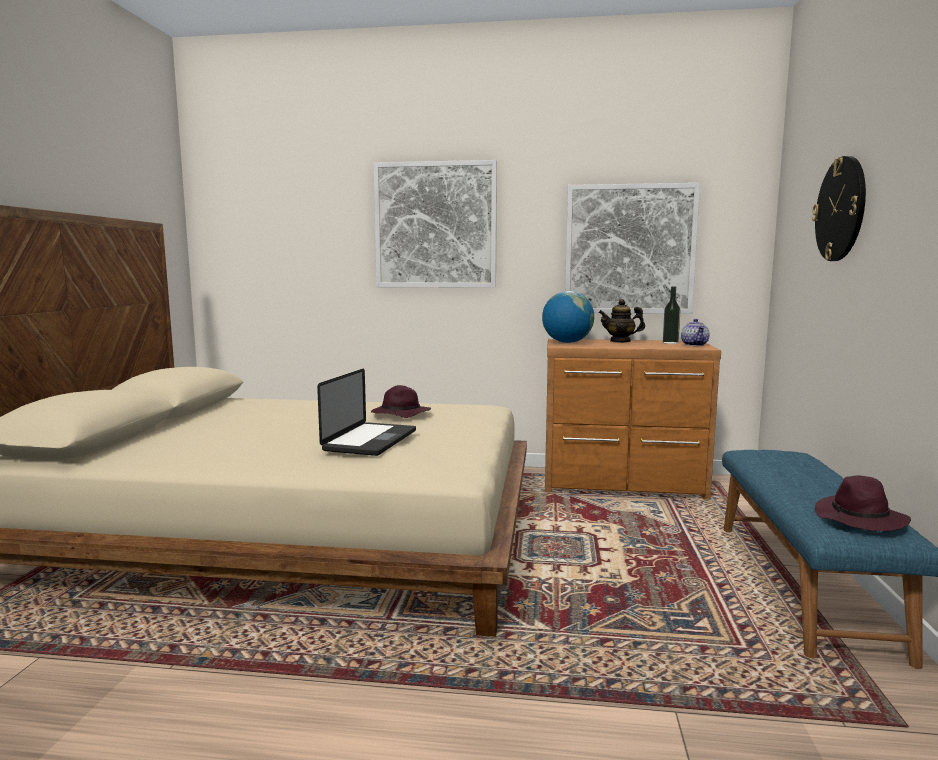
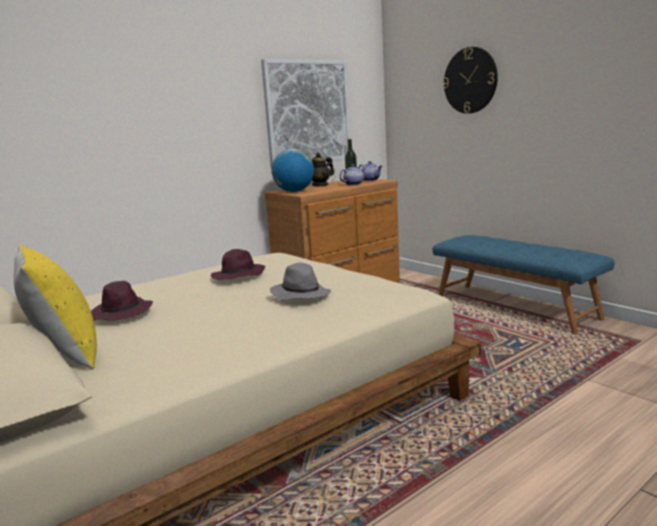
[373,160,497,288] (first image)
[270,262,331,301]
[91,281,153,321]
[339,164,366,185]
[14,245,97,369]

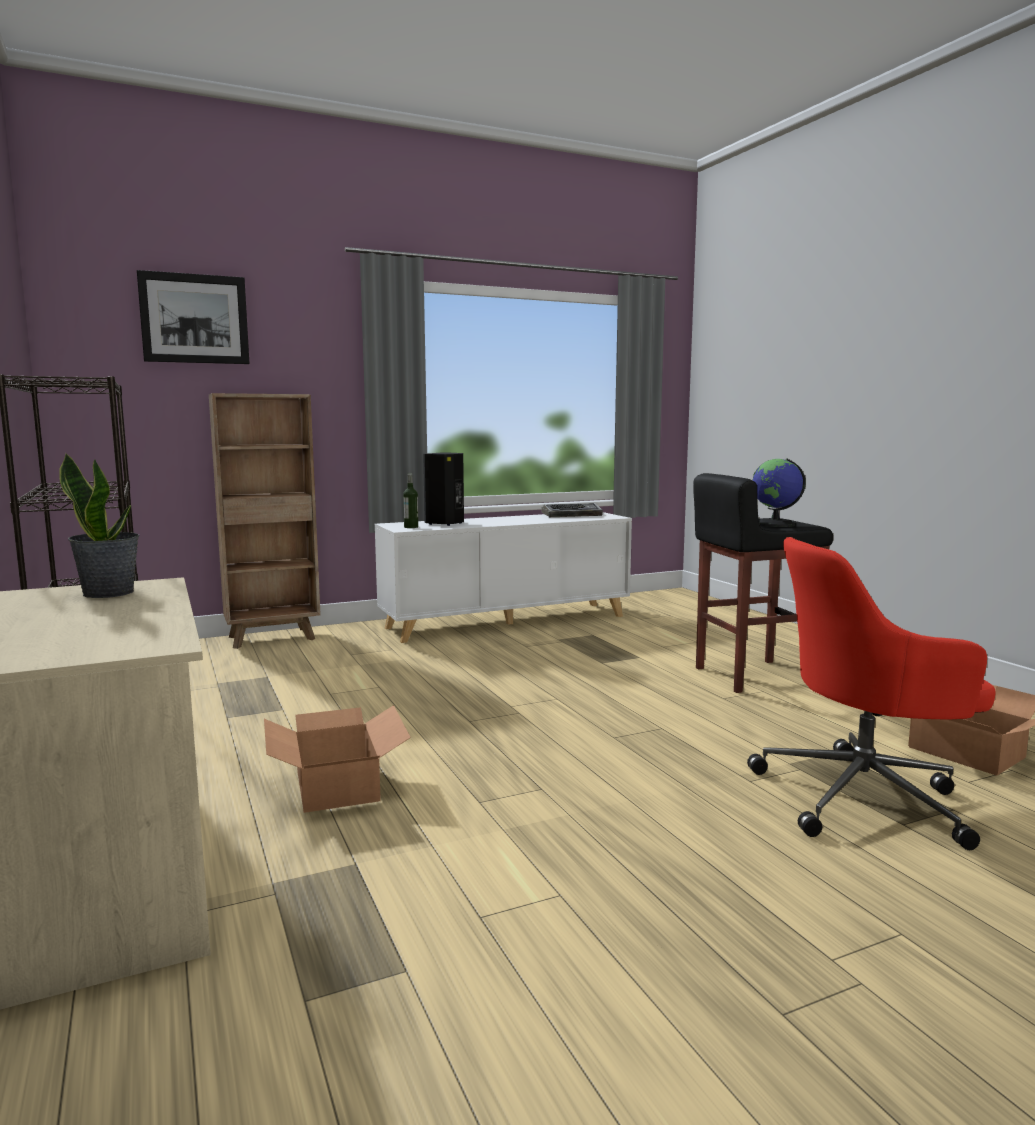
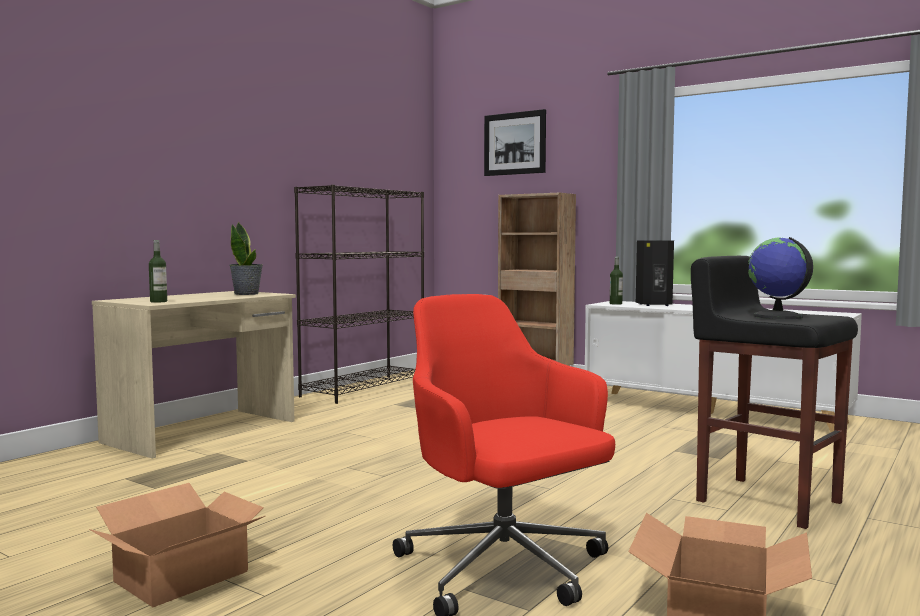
[541,503,603,517] (first image)
[89,483,265,607]
[149,240,167,303]

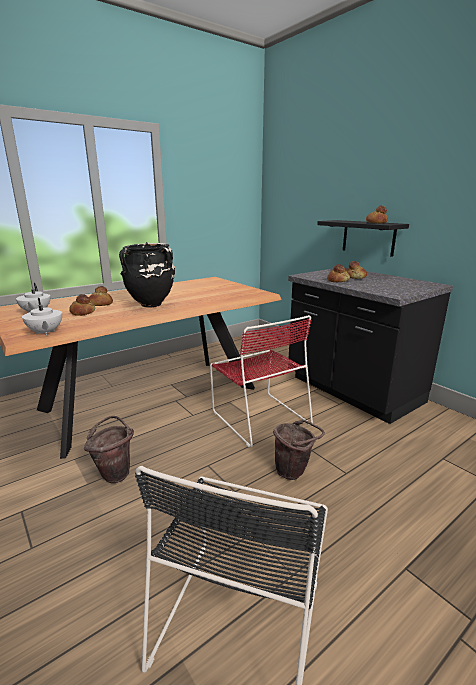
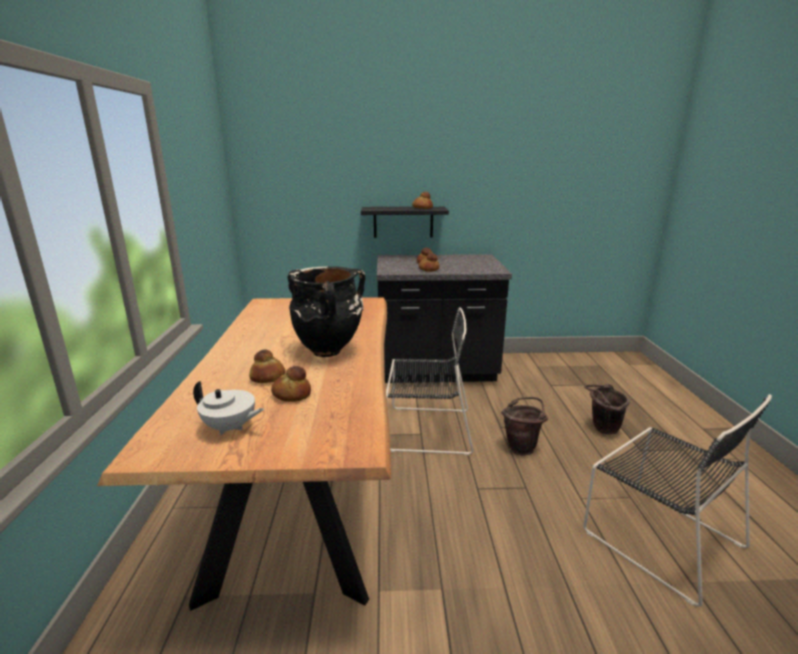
[22,298,62,335] (first image)
[386,307,474,455]
[584,384,630,435]

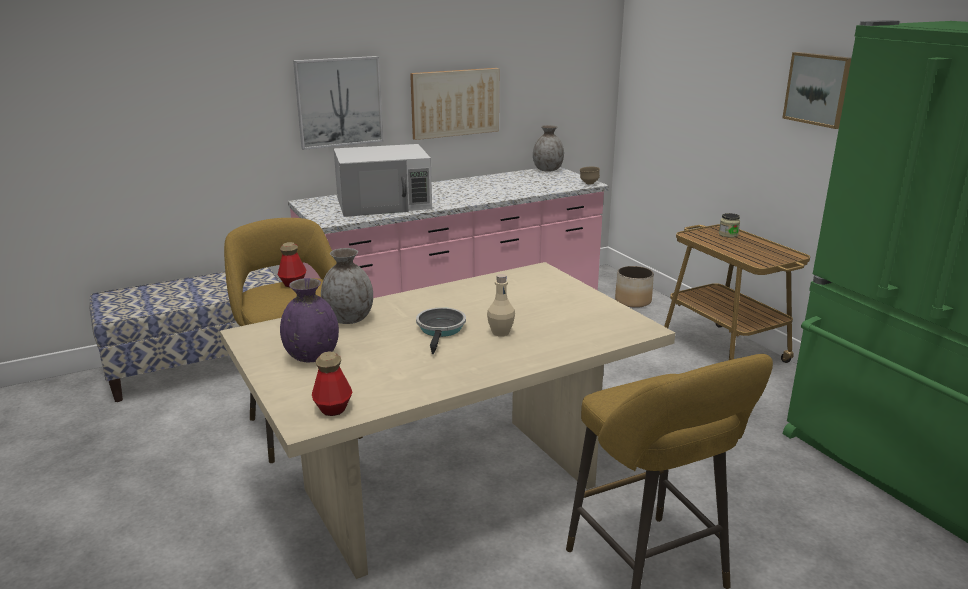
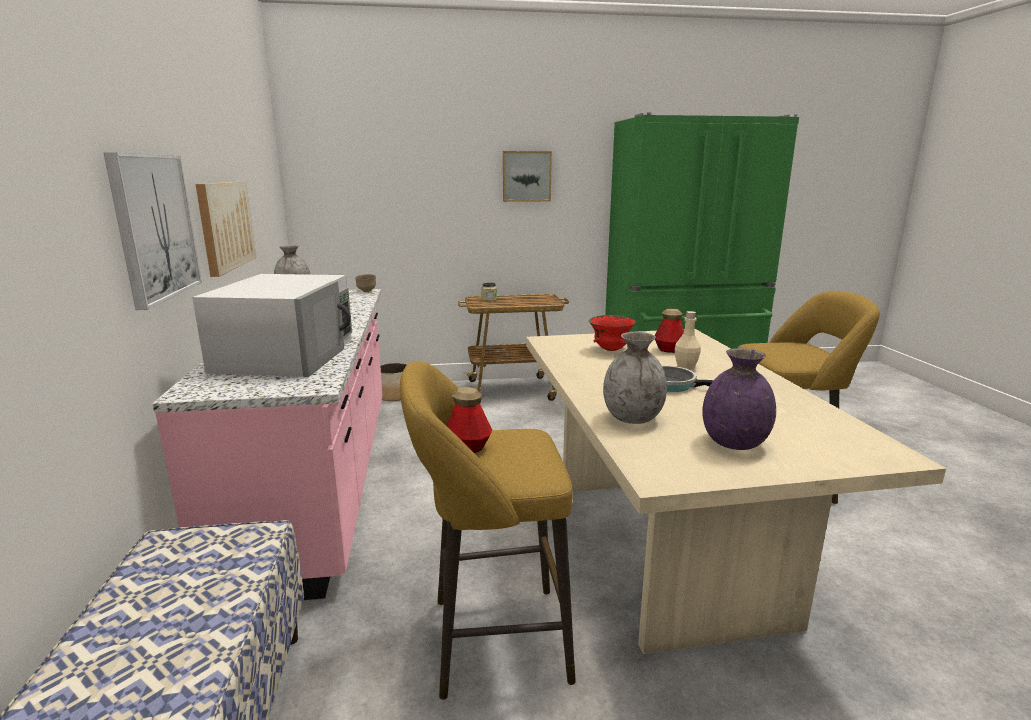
[655,309,684,353]
[589,315,636,351]

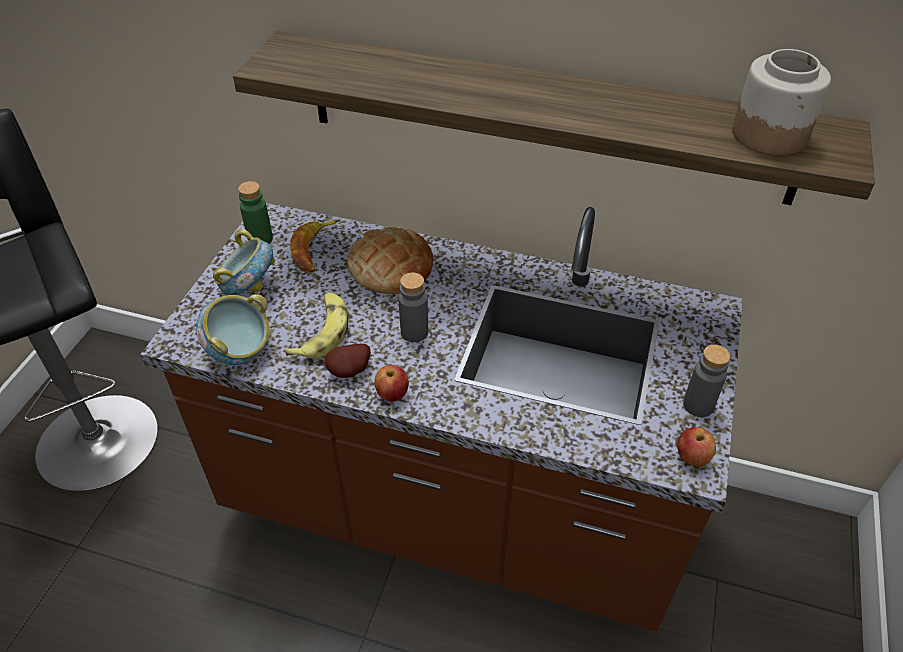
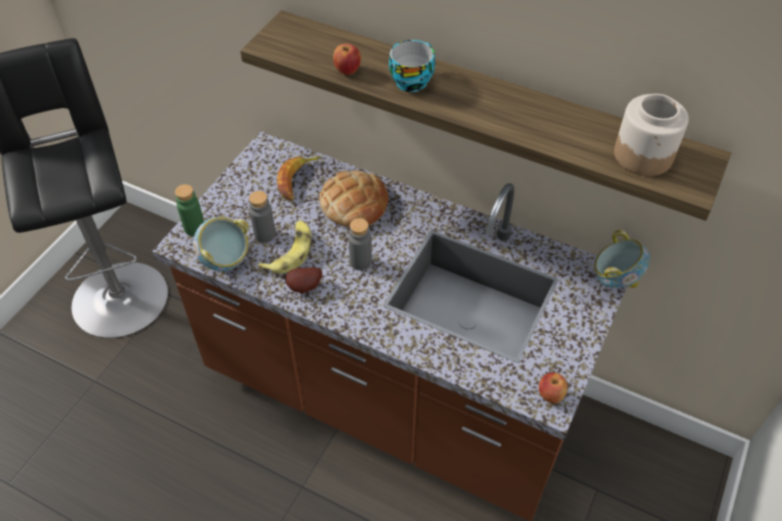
[175,184,204,236]
[594,230,650,288]
[249,191,276,243]
[333,44,361,75]
[389,40,435,92]

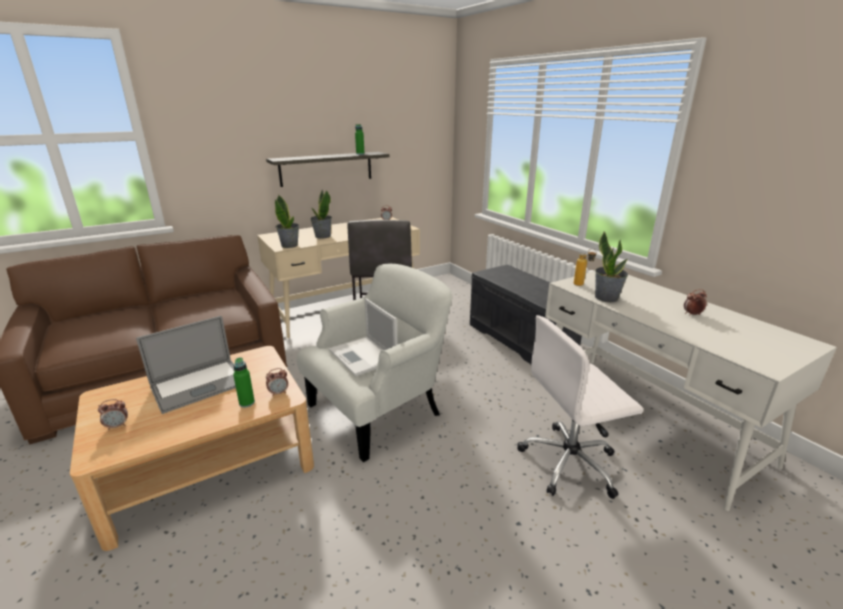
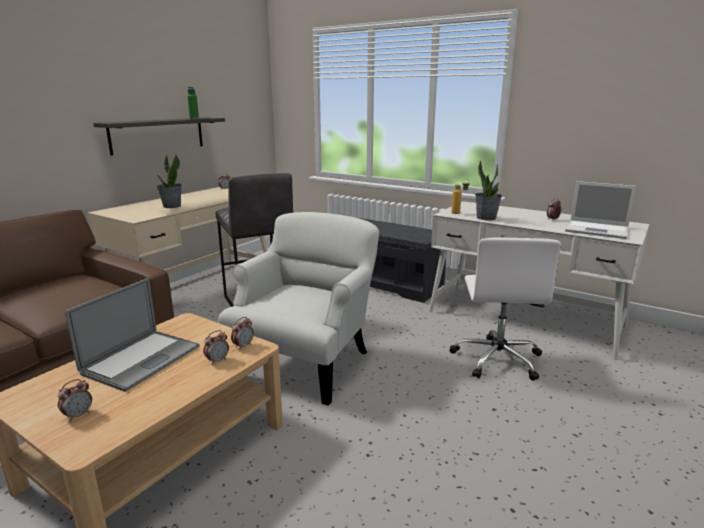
[275,195,299,248] (first image)
[565,181,636,239]
[449,238,561,381]
[203,330,229,365]

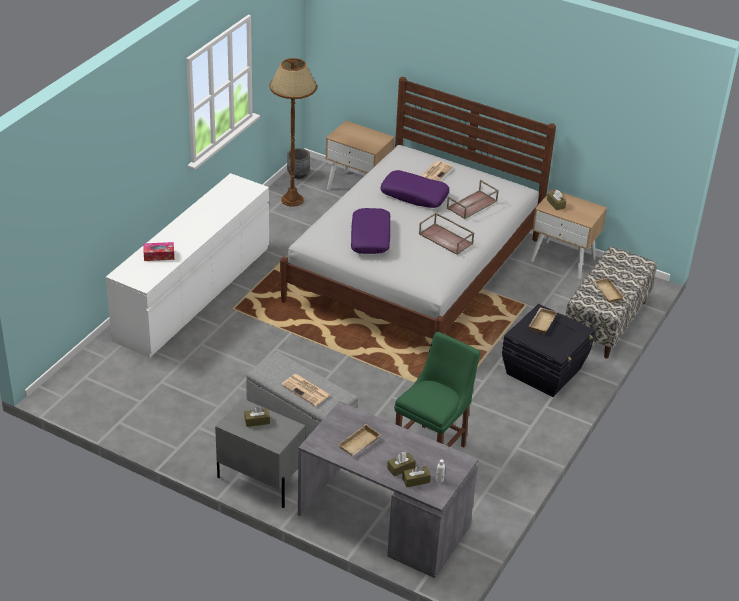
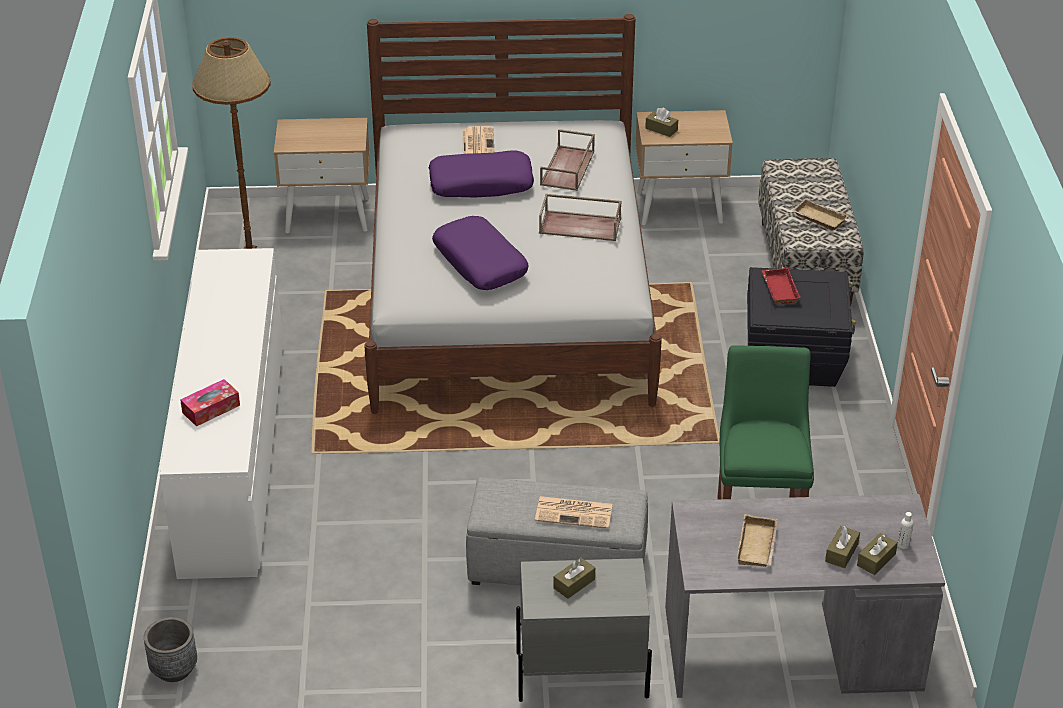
[144,617,197,682]
[762,268,801,304]

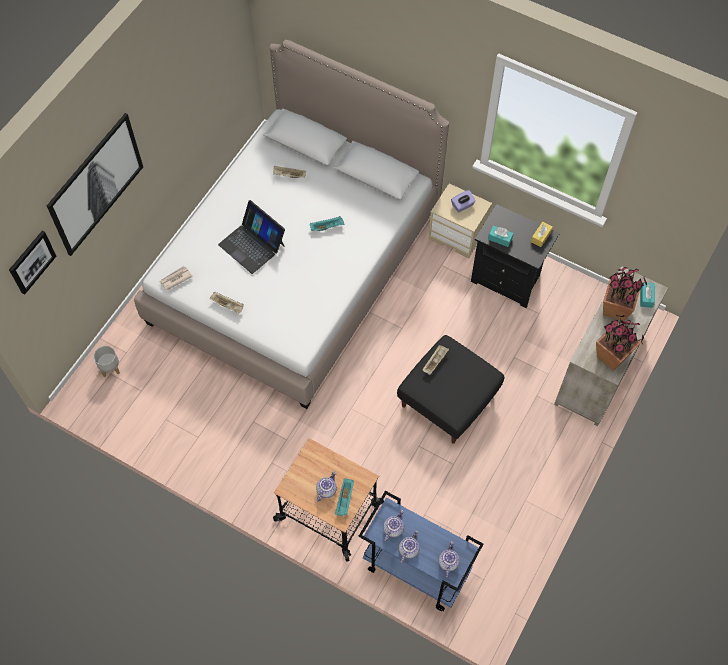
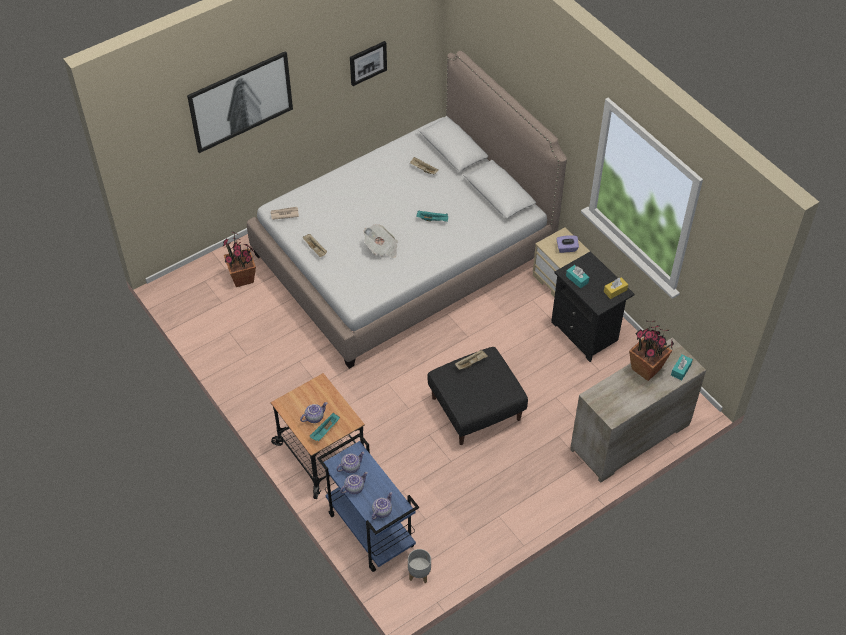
[218,200,285,274] (first image)
[350,41,387,86]
[223,232,256,287]
[408,549,431,583]
[363,225,398,258]

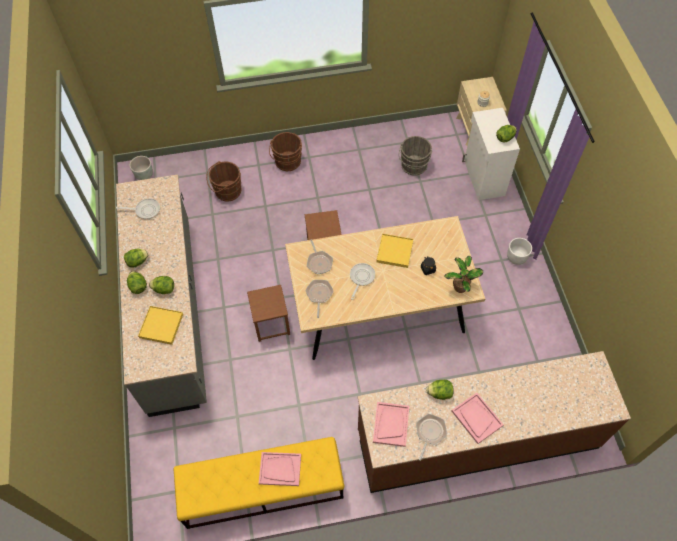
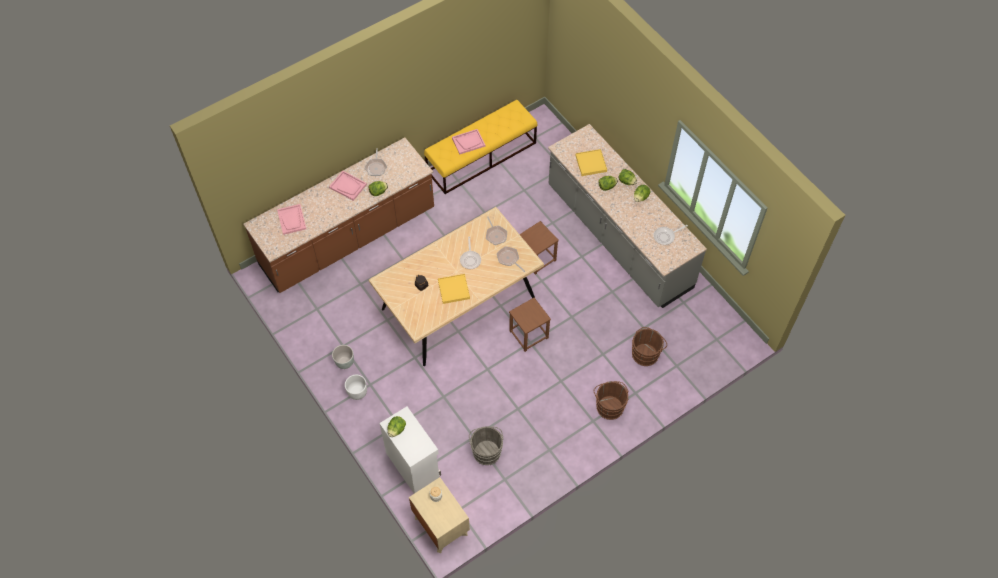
[332,345,354,369]
[444,256,483,293] (first image)
[277,204,306,235]

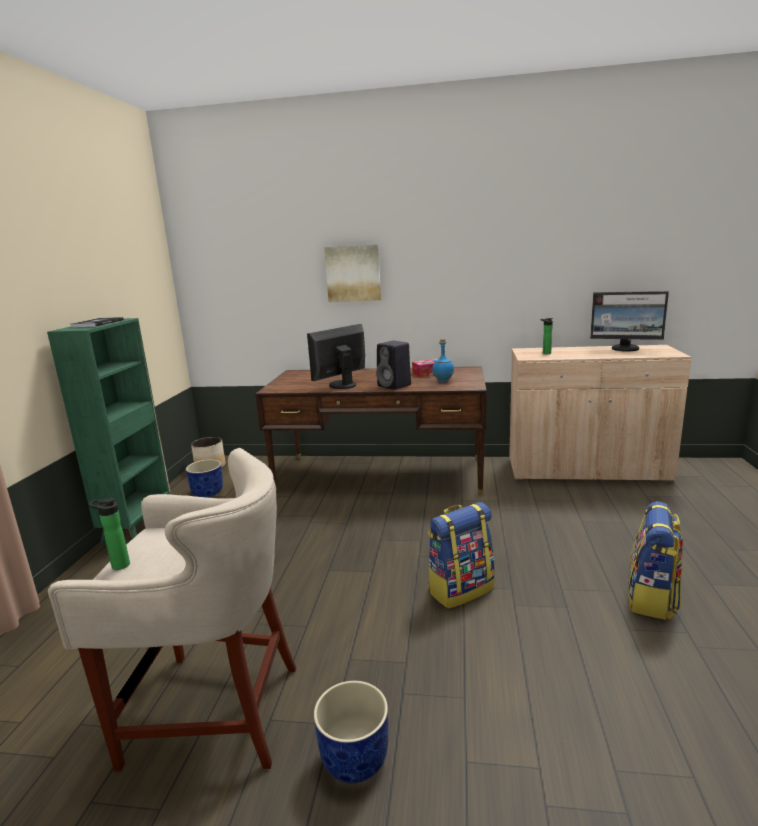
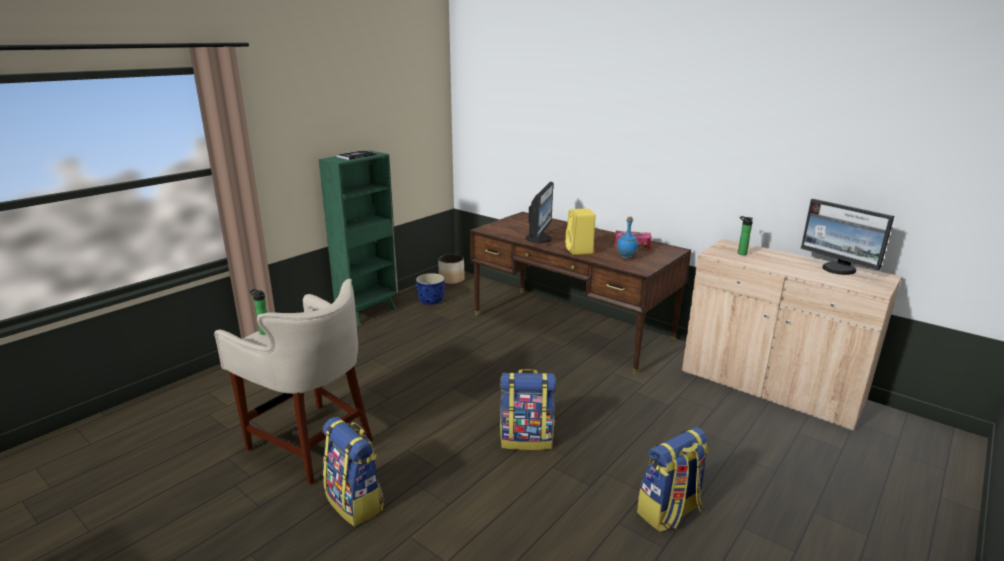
[324,244,381,302] (first image)
[526,182,553,243]
[565,208,596,255]
[323,417,384,526]

